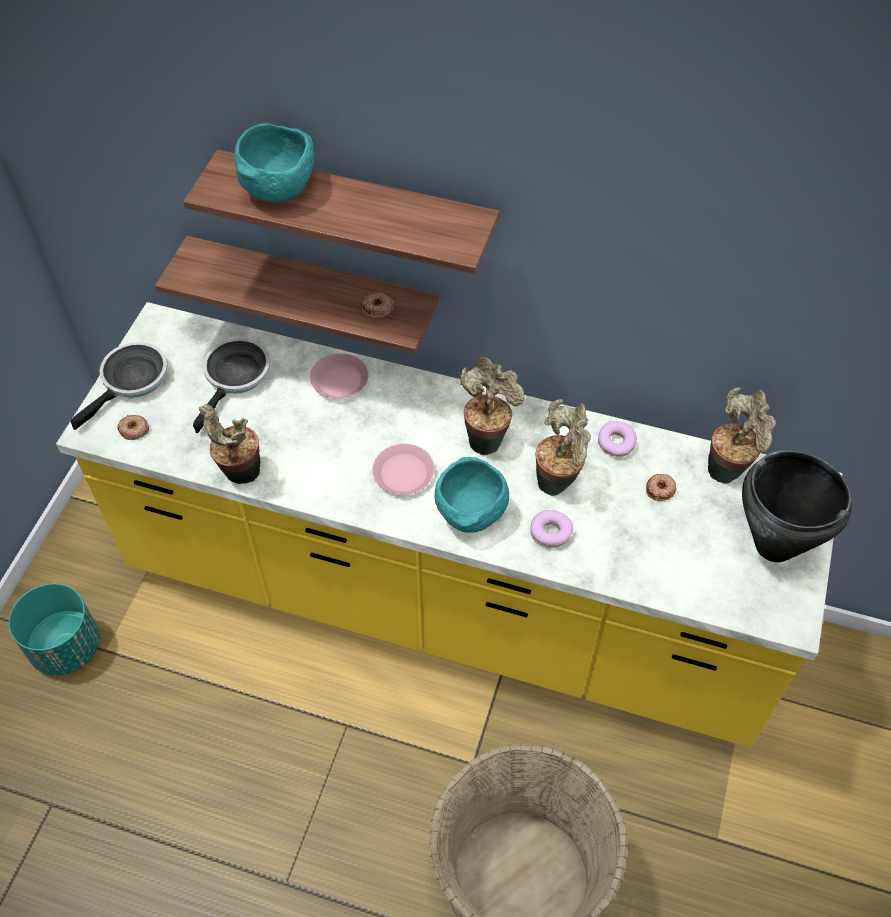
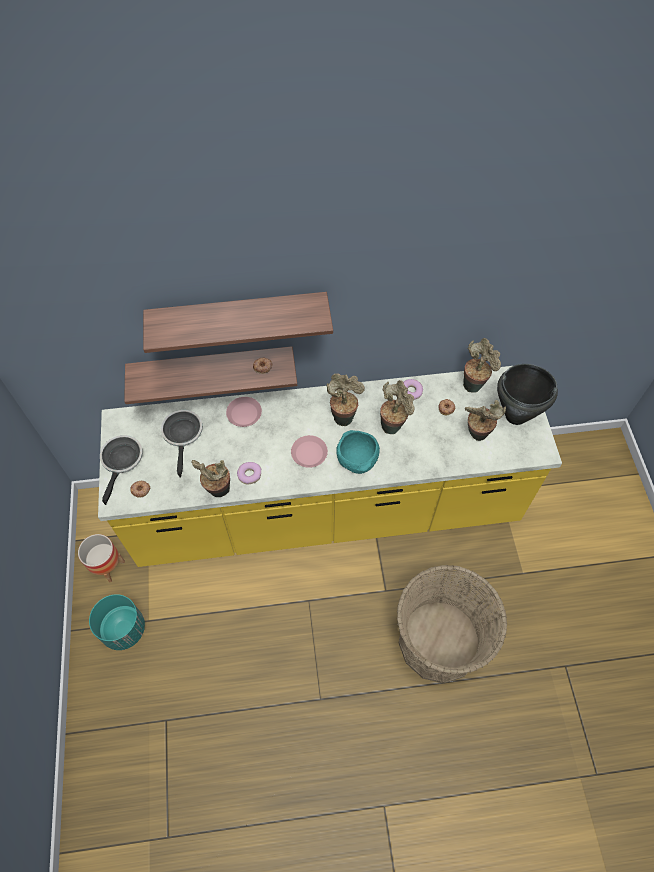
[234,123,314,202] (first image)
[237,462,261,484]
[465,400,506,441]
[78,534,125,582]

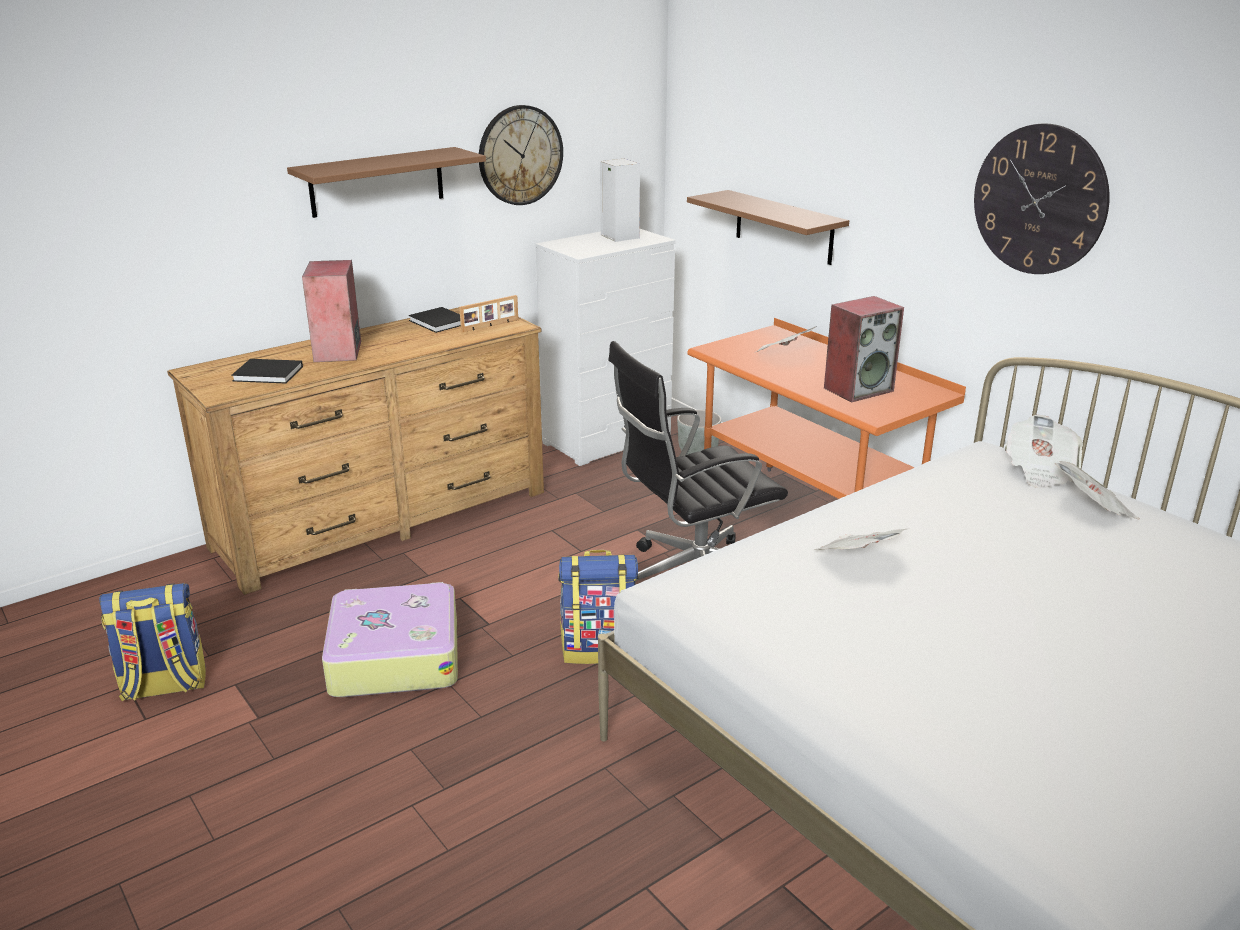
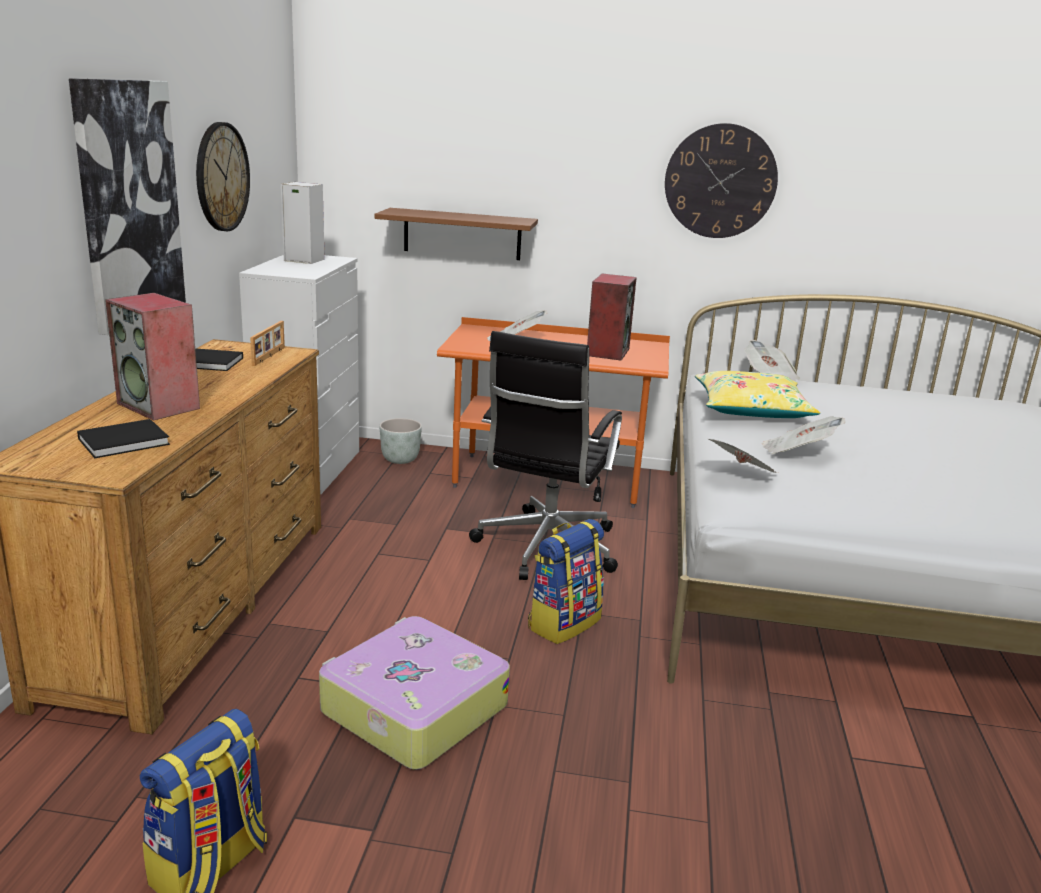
[69,78,186,335]
[709,439,778,473]
[695,371,820,418]

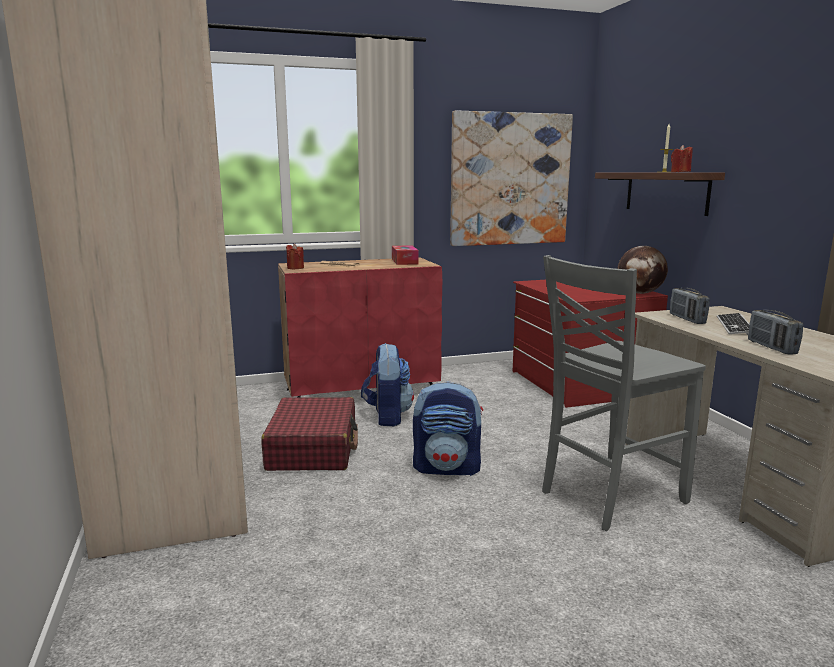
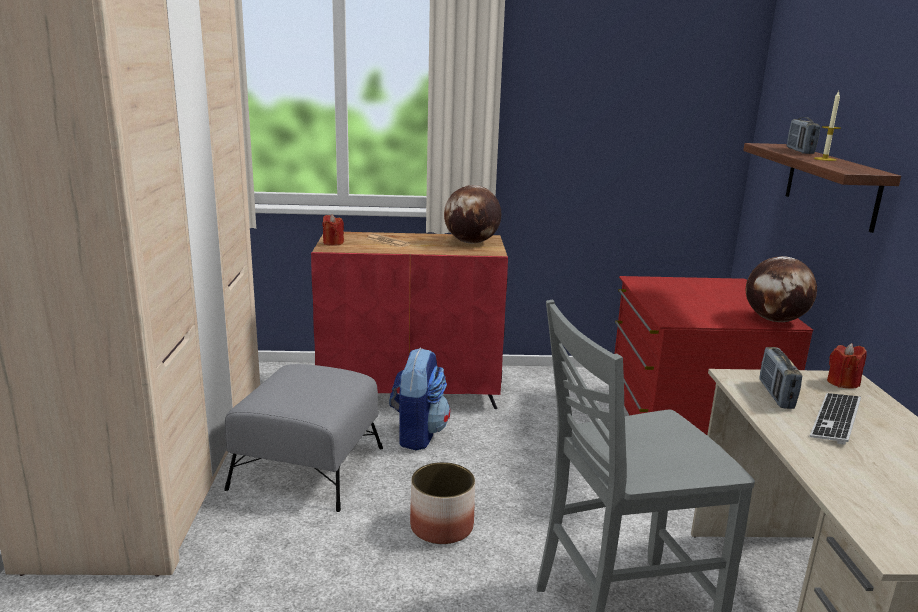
[450,110,573,246] (first image)
[827,343,867,389]
[444,185,501,244]
[787,117,820,154]
[410,462,475,544]
[224,364,383,512]

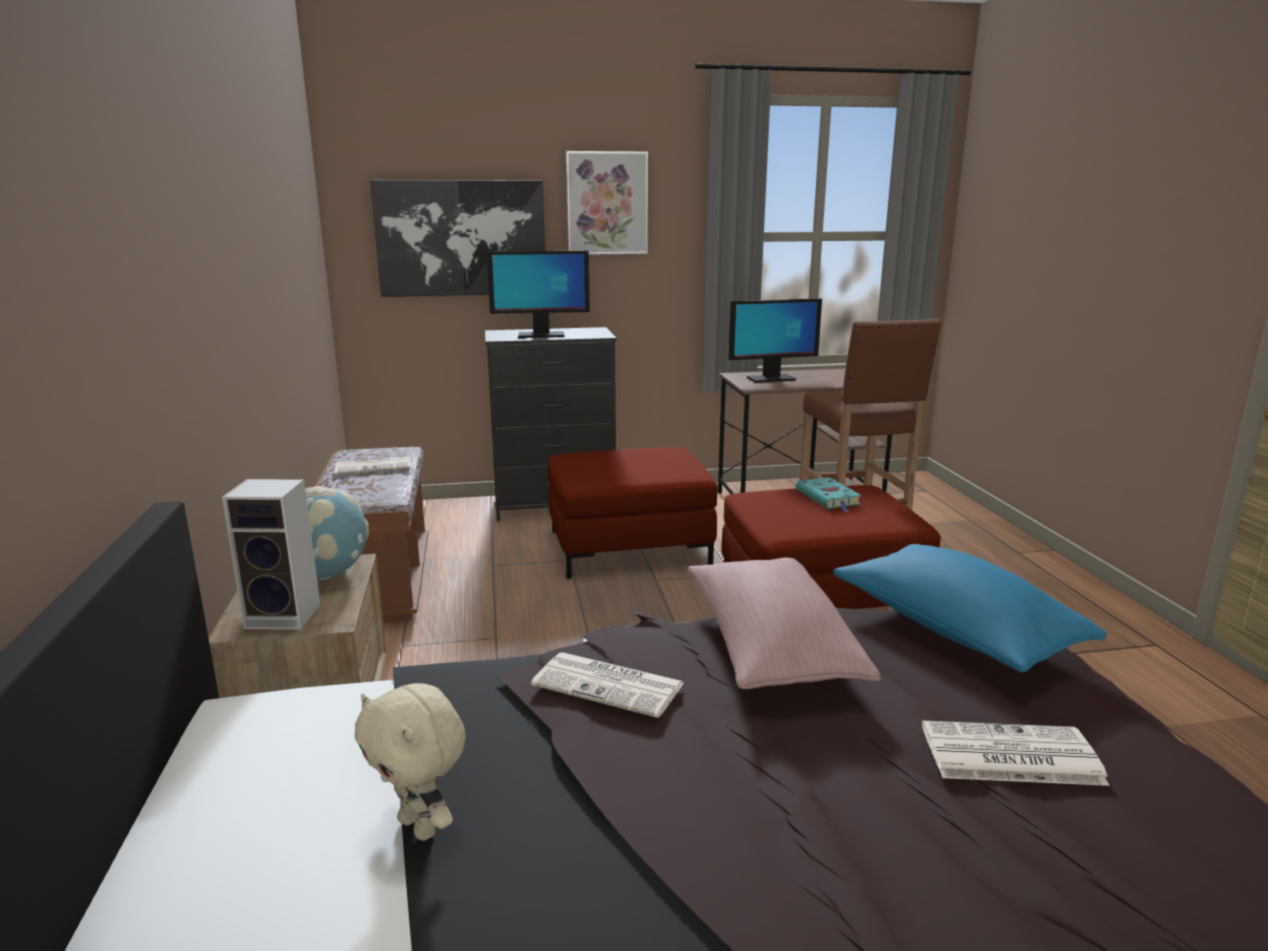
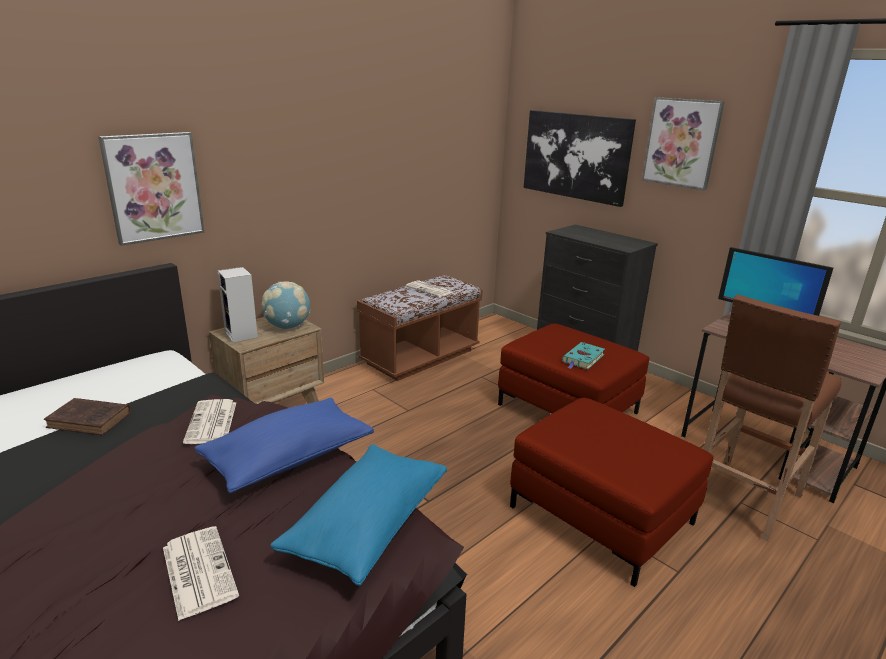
[487,251,590,338] (first image)
[562,342,605,370]
[195,398,374,493]
[44,398,131,435]
[98,132,204,246]

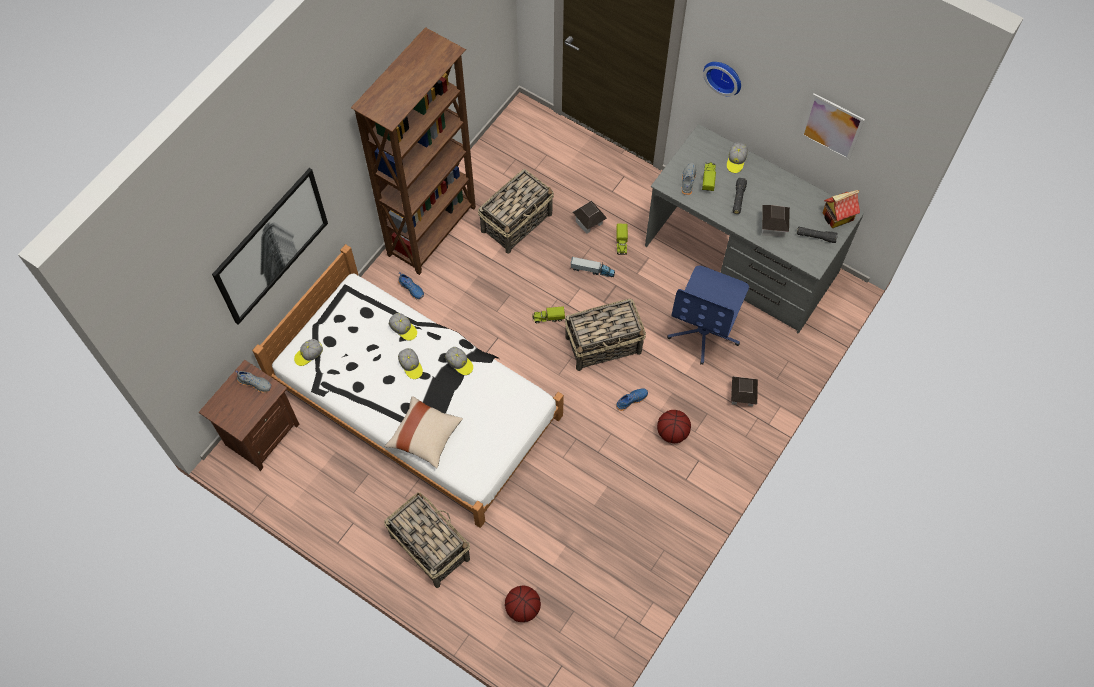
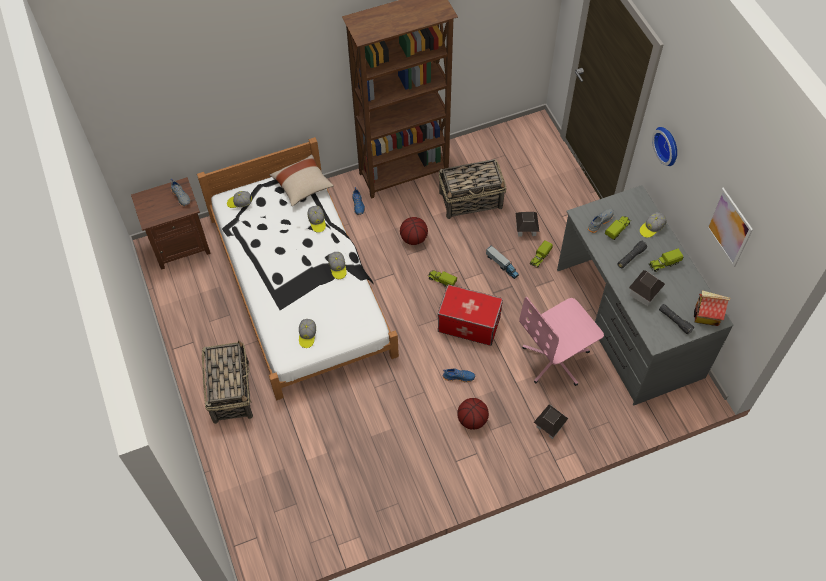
[212,168,328,325] (first image)
[519,297,604,386]
[438,284,503,346]
[299,319,316,348]
[270,154,334,206]
[400,217,428,245]
[648,248,683,272]

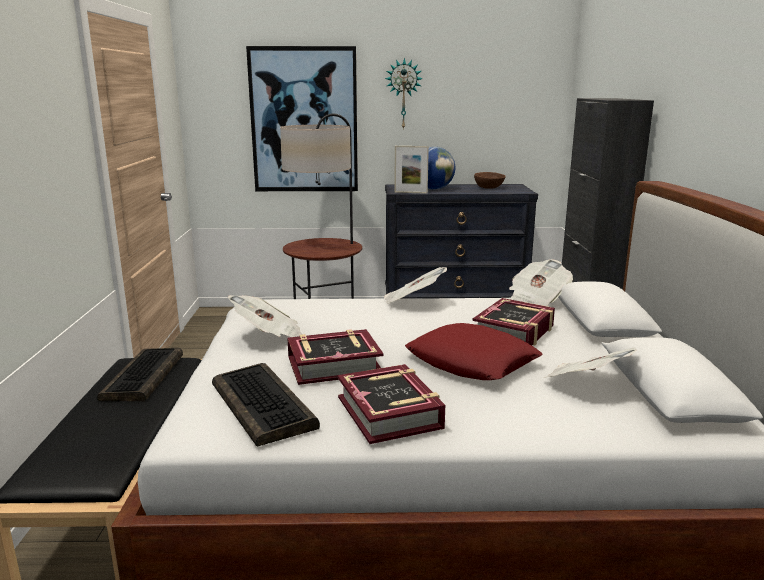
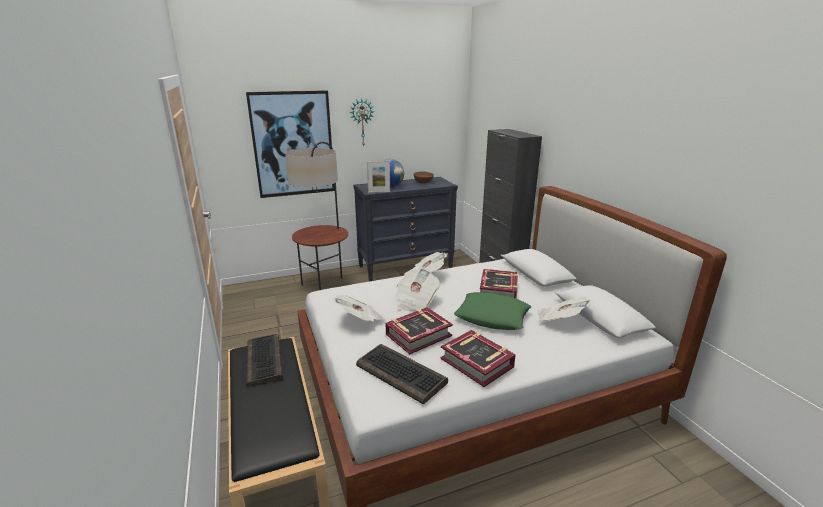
[396,268,440,311]
[454,292,531,330]

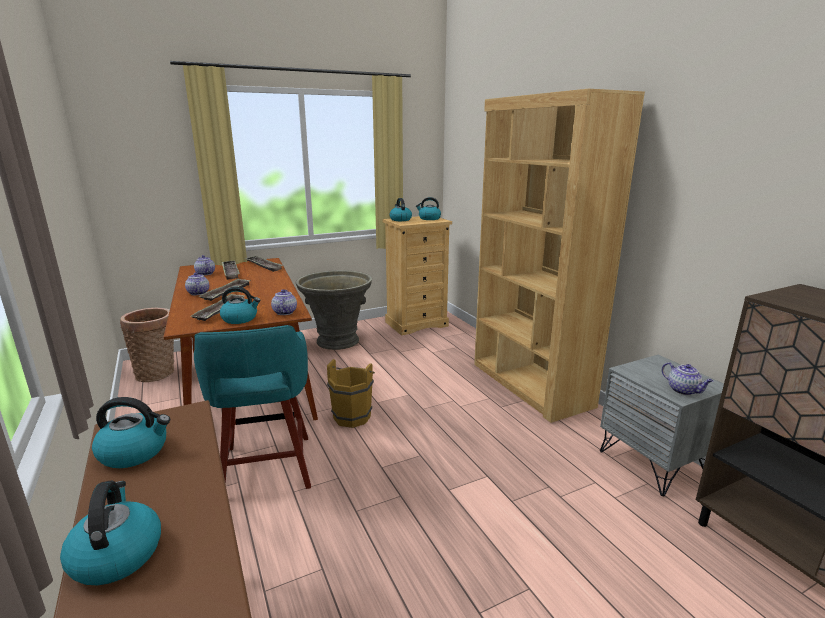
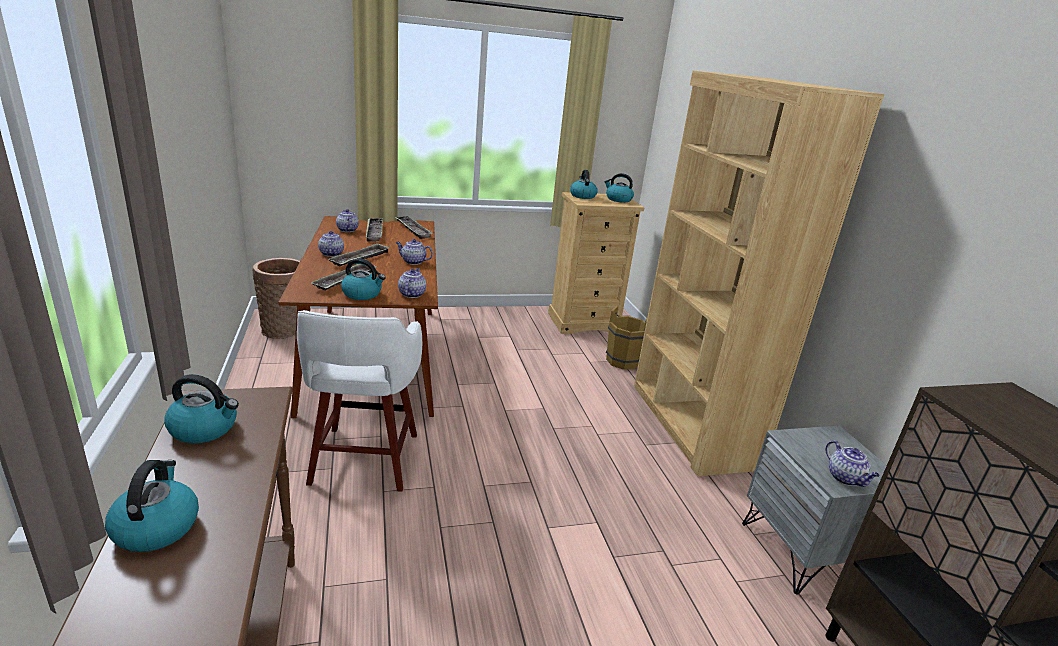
[296,270,372,350] (first image)
[297,310,422,492]
[606,306,647,370]
[396,239,433,265]

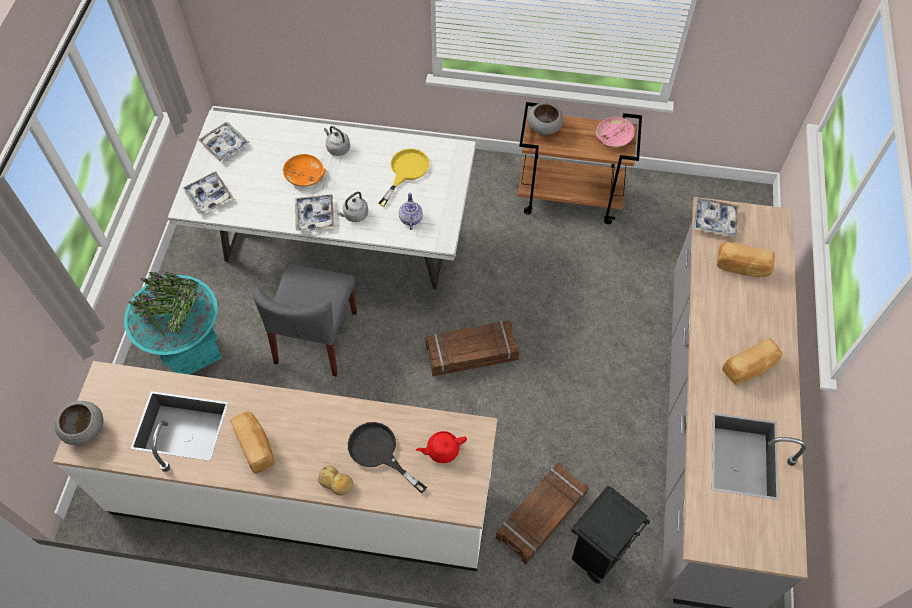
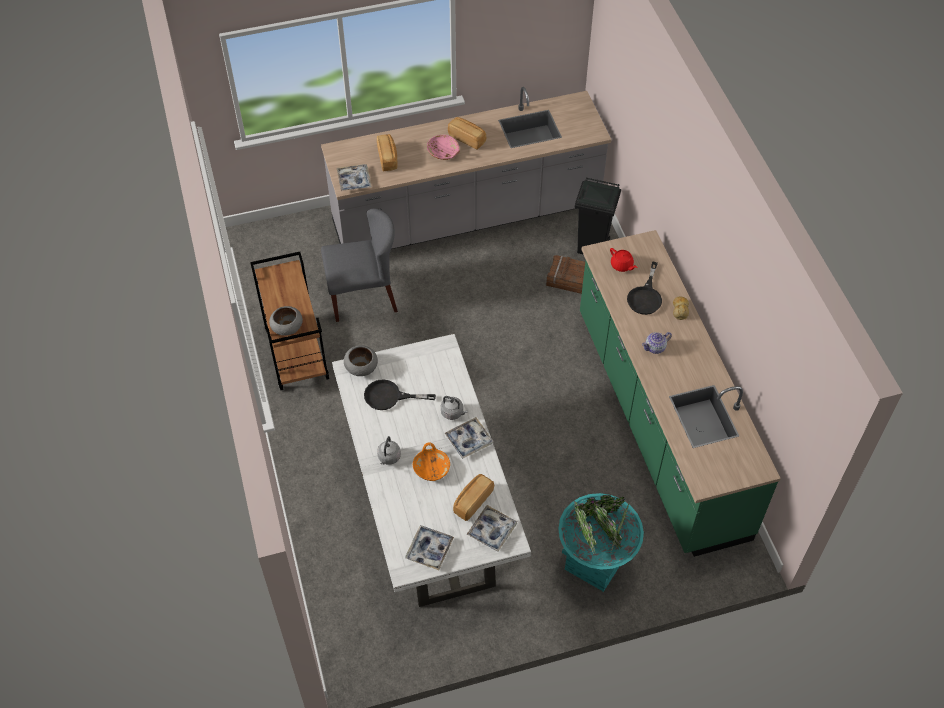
[427,135,460,160]
[364,379,436,410]
[642,332,672,354]
[321,208,398,322]
[425,321,519,376] (first image)
[580,230,781,557]
[344,345,378,376]
[453,474,494,521]

